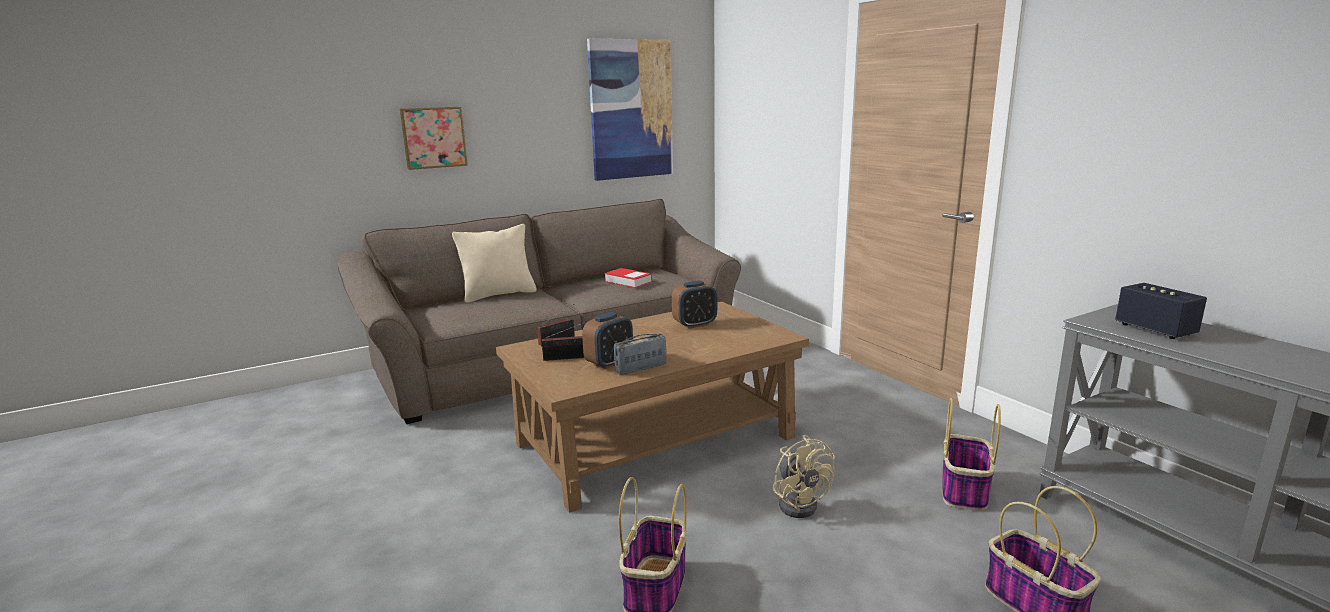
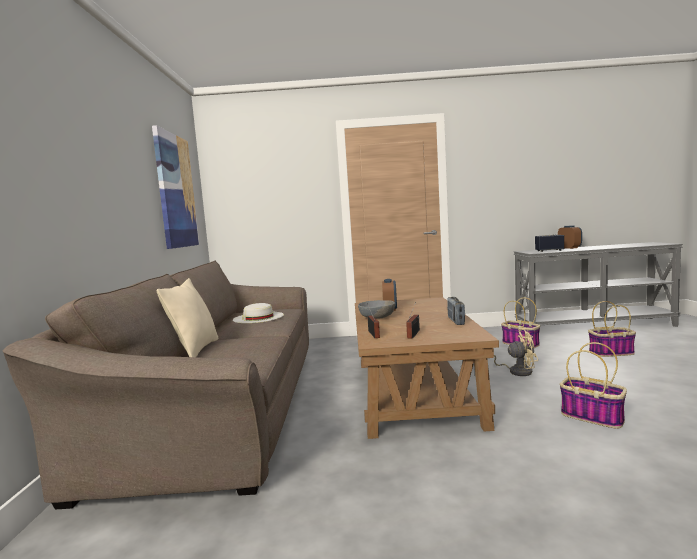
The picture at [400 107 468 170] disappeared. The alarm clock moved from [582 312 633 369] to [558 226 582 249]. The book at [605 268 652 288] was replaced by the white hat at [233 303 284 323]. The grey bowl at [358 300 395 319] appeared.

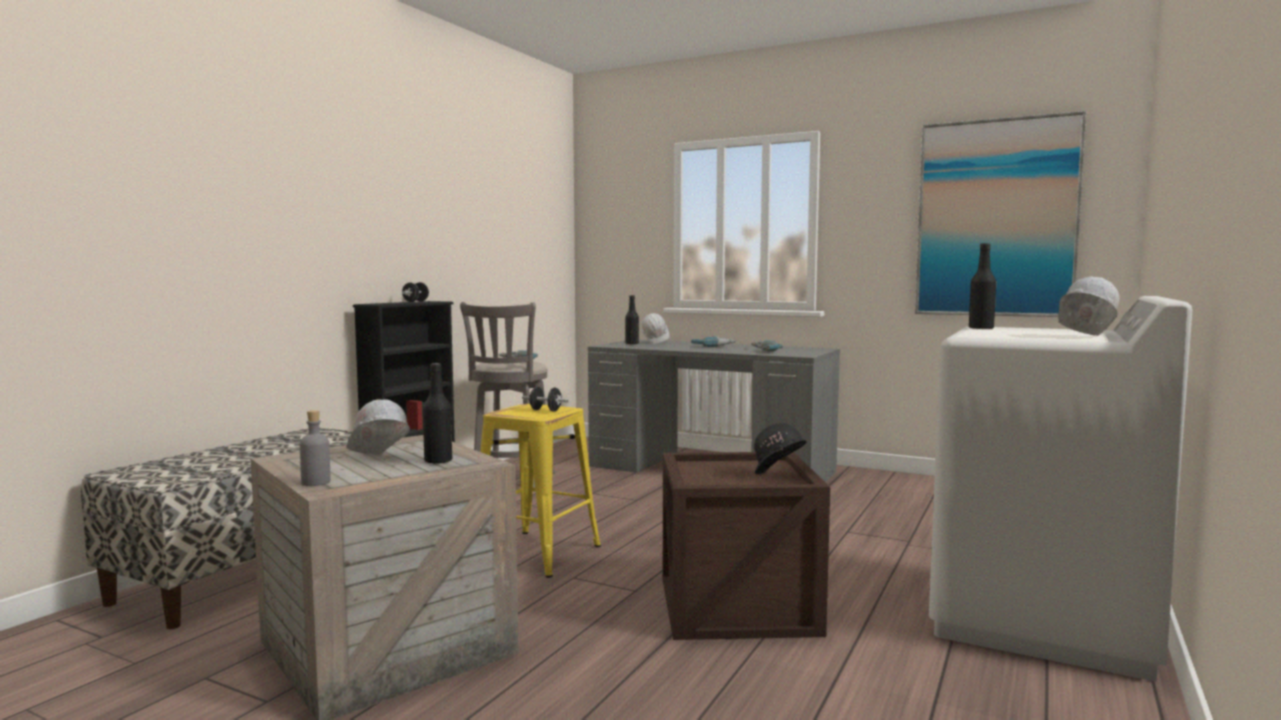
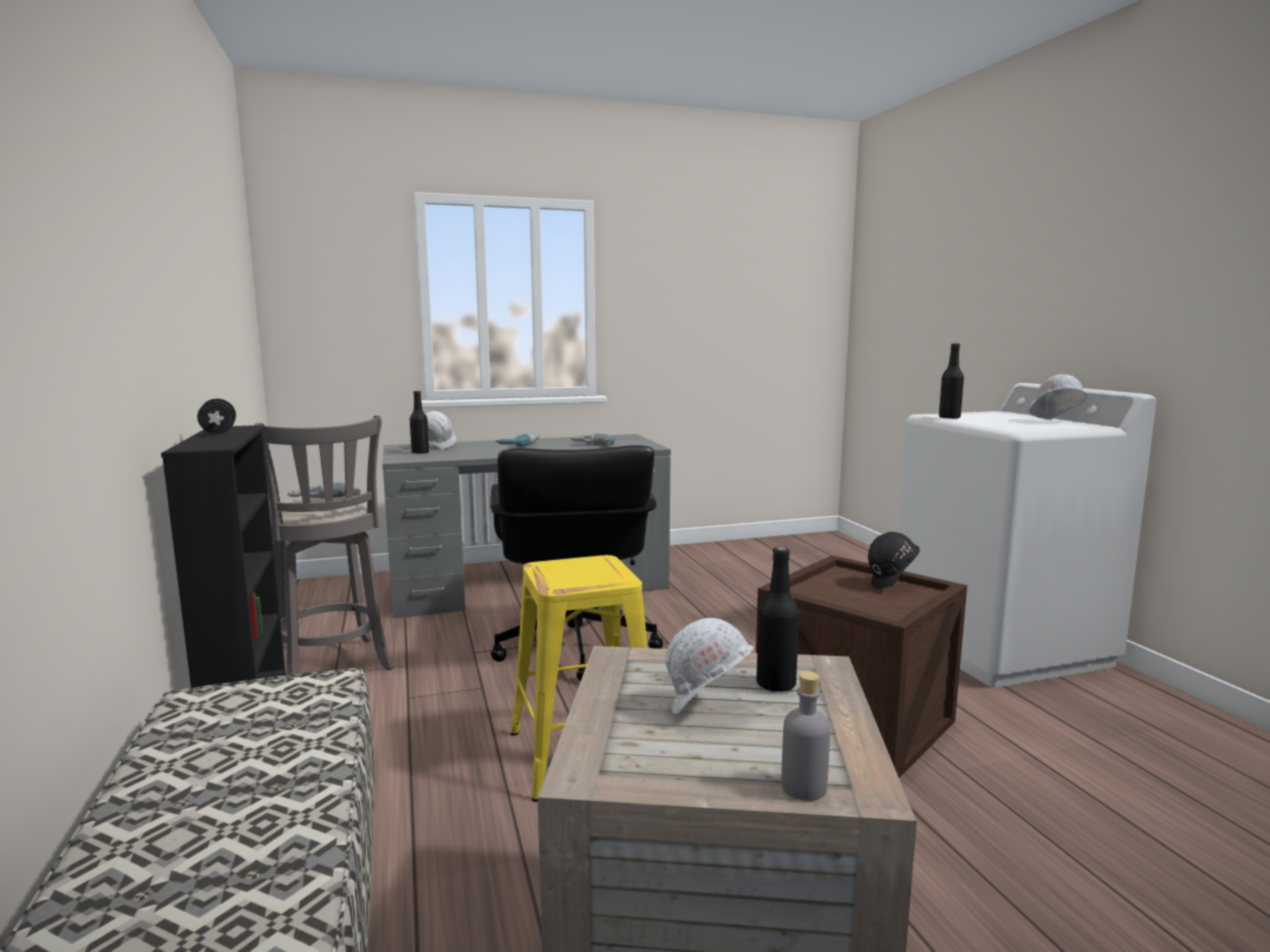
The black dumbbell at [522 386 569 412] disappeared. The picture at [915 111 1086 317] disappeared. The black office chair at [490 445 663 681] appeared.

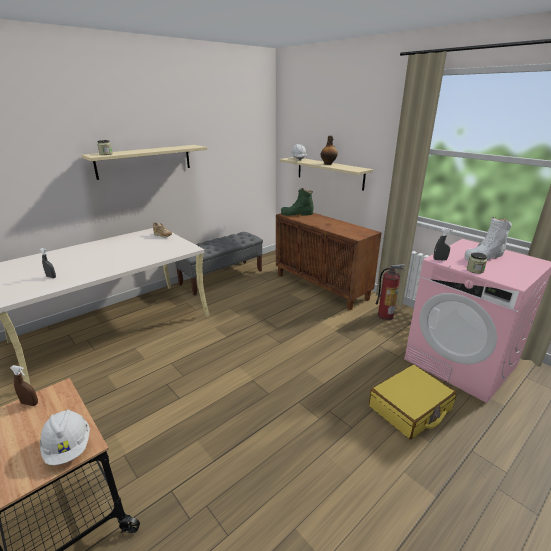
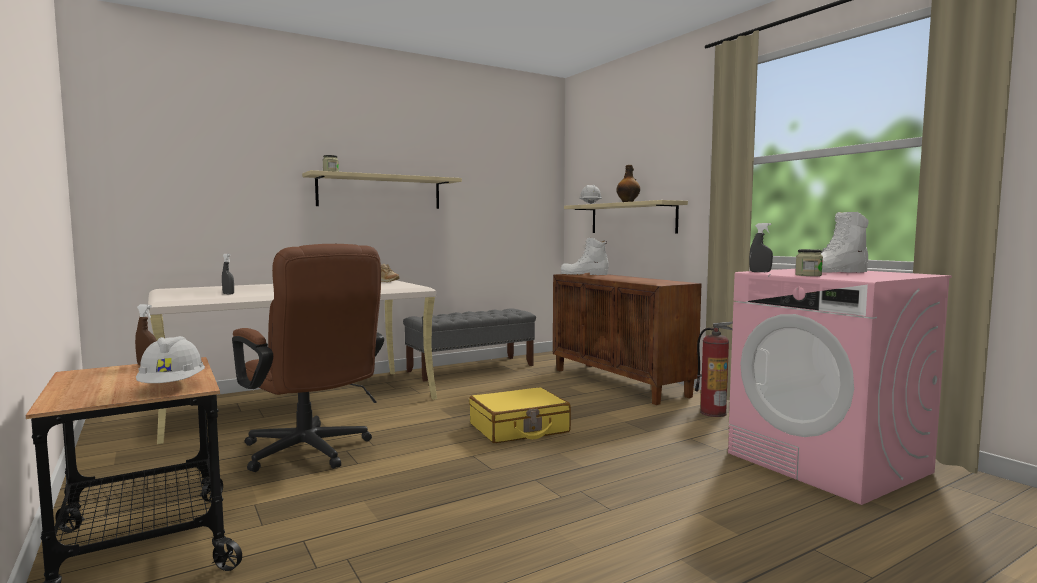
The green boot at [281 188 314 216] became the white boot at [561 238 609 275]. The yellow suitcase moved from [369 364 457 439] to [469 387 571 443]. The brown office chair at [232 244 384 472] appeared.

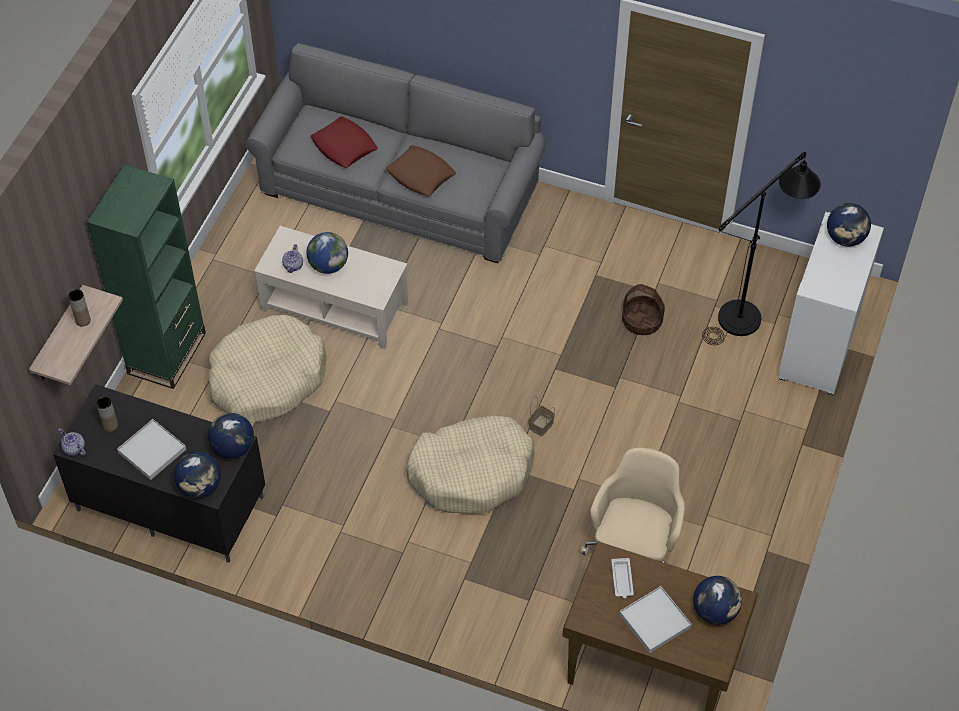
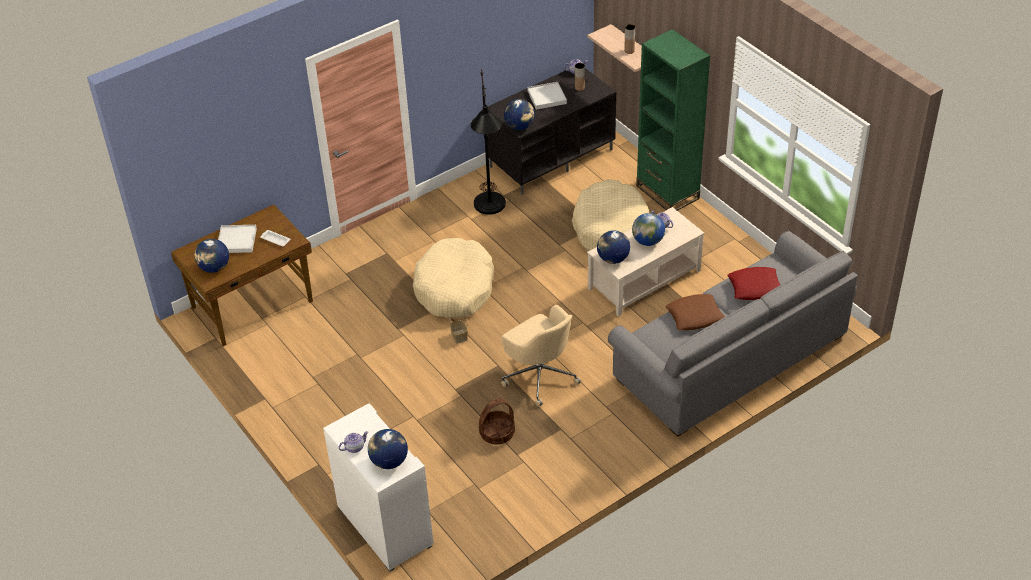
The globe moved from [174 452 221 498] to [597 230 630 264]. The beige office chair moved from [580 448 685 563] to [501 305 581 407]. The black floor lamp moved from [702 152 821 345] to [470 69 506 215]. The teapot at [339 431 368 453] appeared.

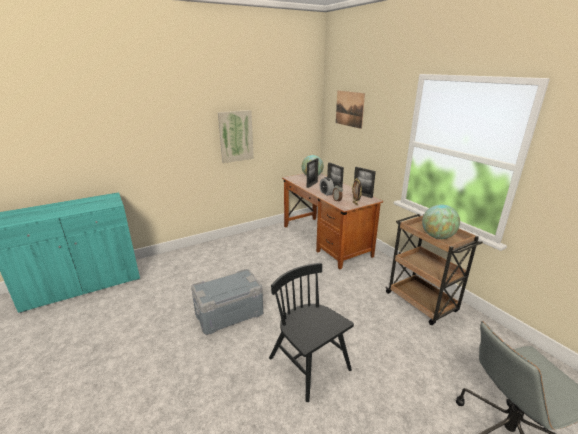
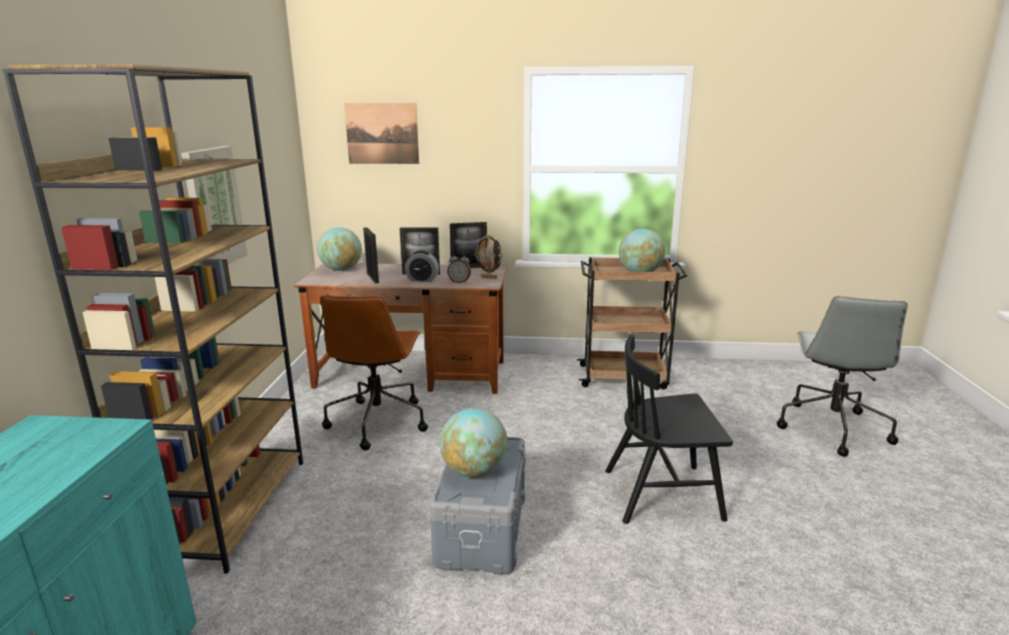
The brown bookcase at [3 64 303 574] appeared. The brown office chair at [320 296 428 450] appeared. The globe at [440 408 508 478] appeared.

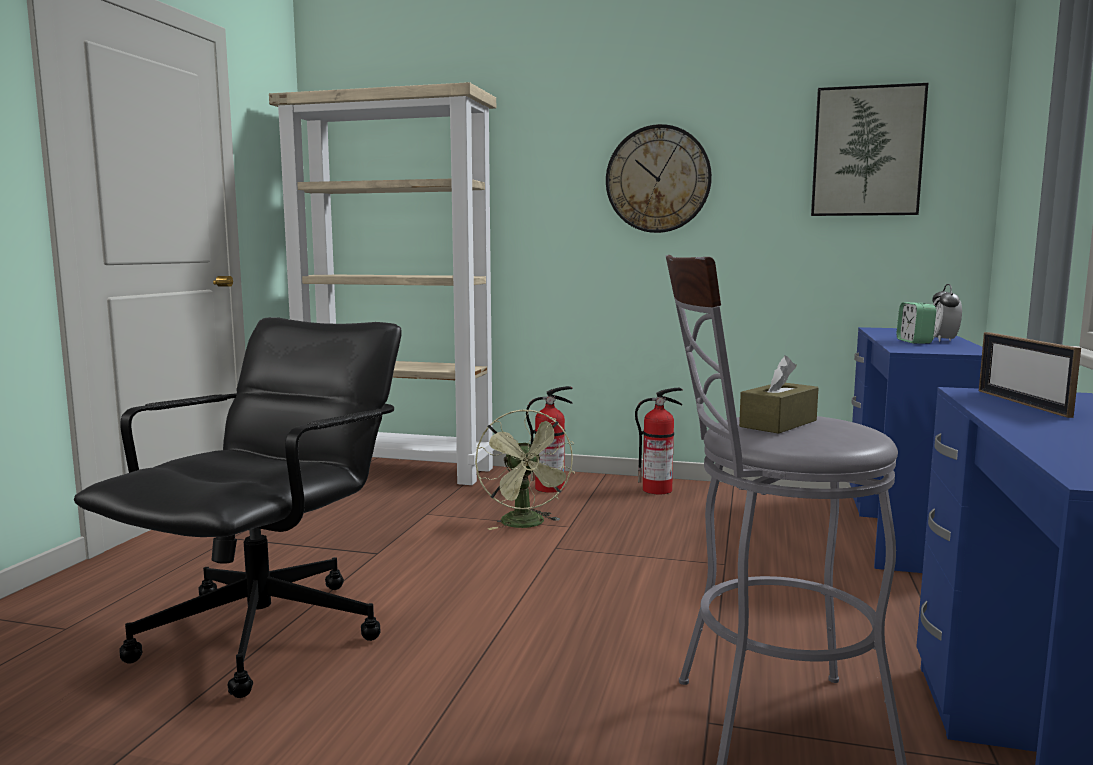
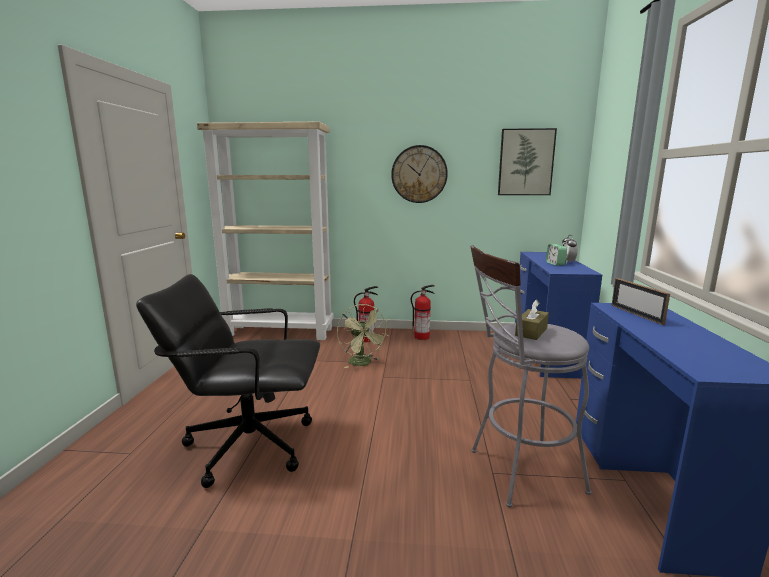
The black office chair at [74 317 402 698] turned 105 degrees counterclockwise.

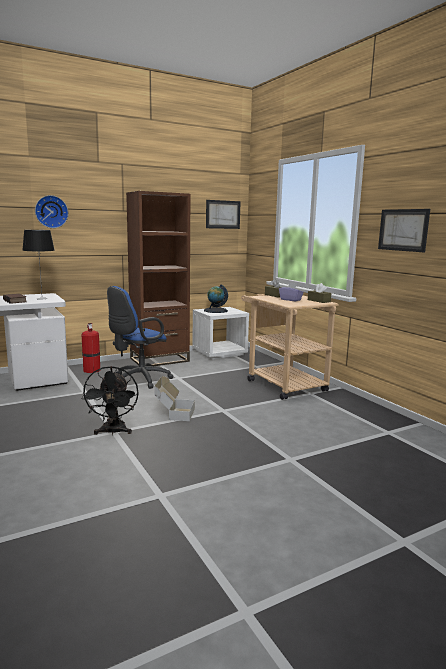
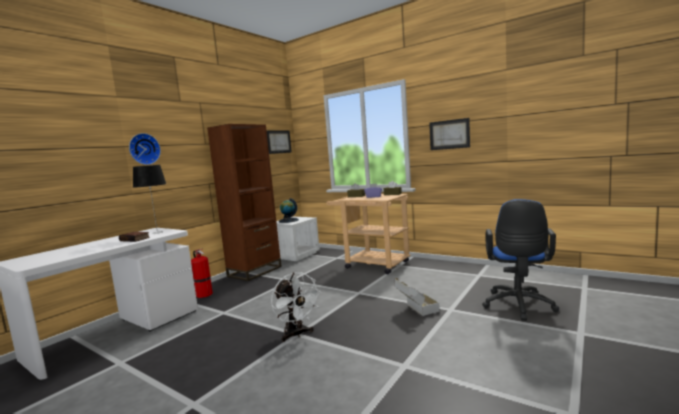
The black fan at [81 366 139 435] became the white fan at [271 272 322 342]. The blue office chair moved from [107 286 173 389] to [482 199 559 321]. The cardboard box moved from [154 376 195 421] to [394 278 439 316].

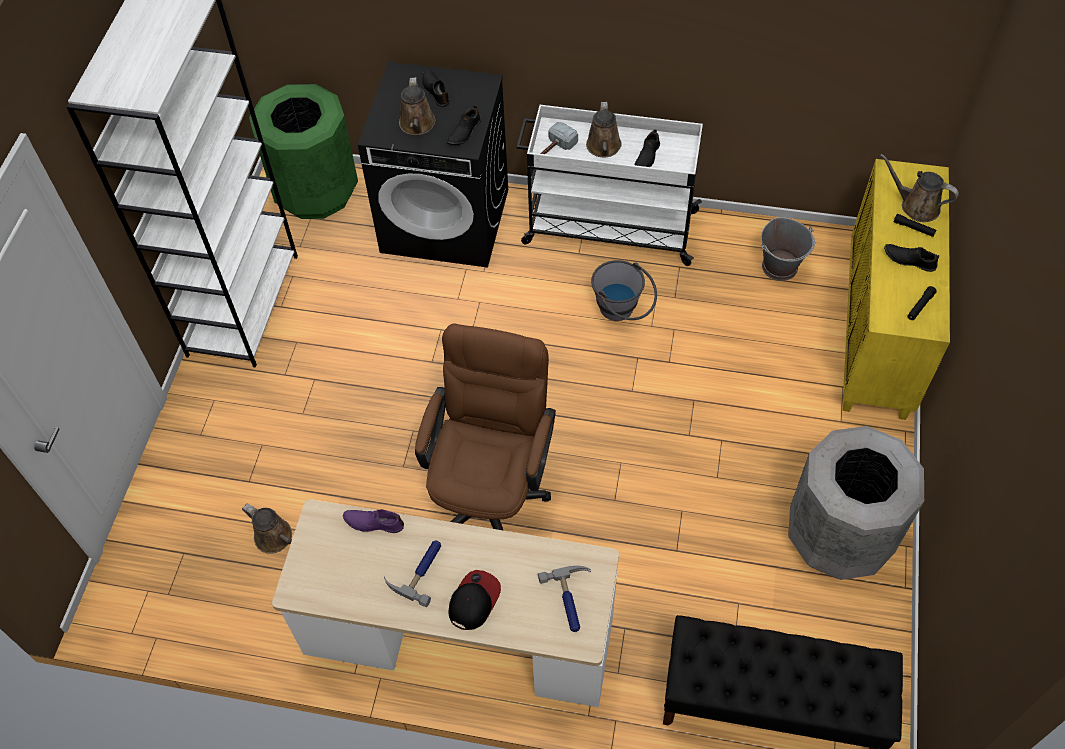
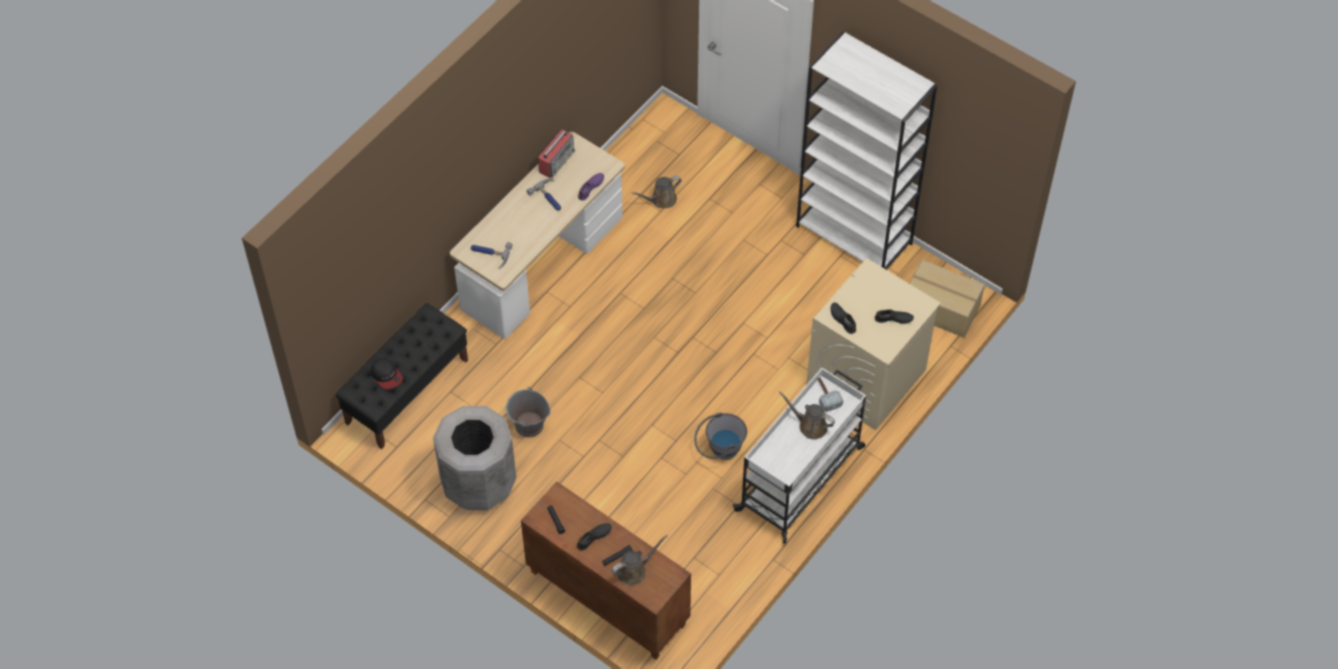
The green trash can at [249 84 358 219] was replaced by the cardboard box at [909 260 985 338]. The black washing machine at [358 62 508 268] became the beige washing machine at [806 258 941 430]. The brown watering can at [399 77 436 135] disappeared. The brown office chair at [415 323 556 531] disappeared. The cap moved from [448 570 501 630] to [371 358 403 390]. The black shoe at [635 129 660 167] disappeared. The grey bucket moved from [761 217 815 281] to [506 387 551 438]. The yellow cabinet at [843 159 950 420] became the brown cabinet at [521 481 691 660]. The radio at [538 130 575 178] appeared.

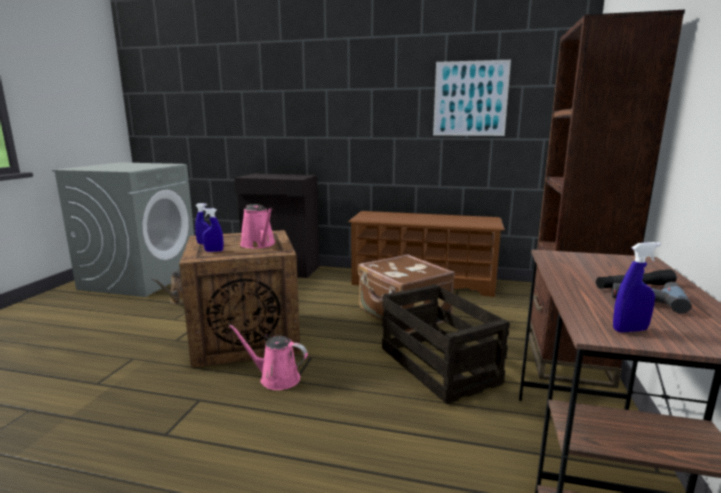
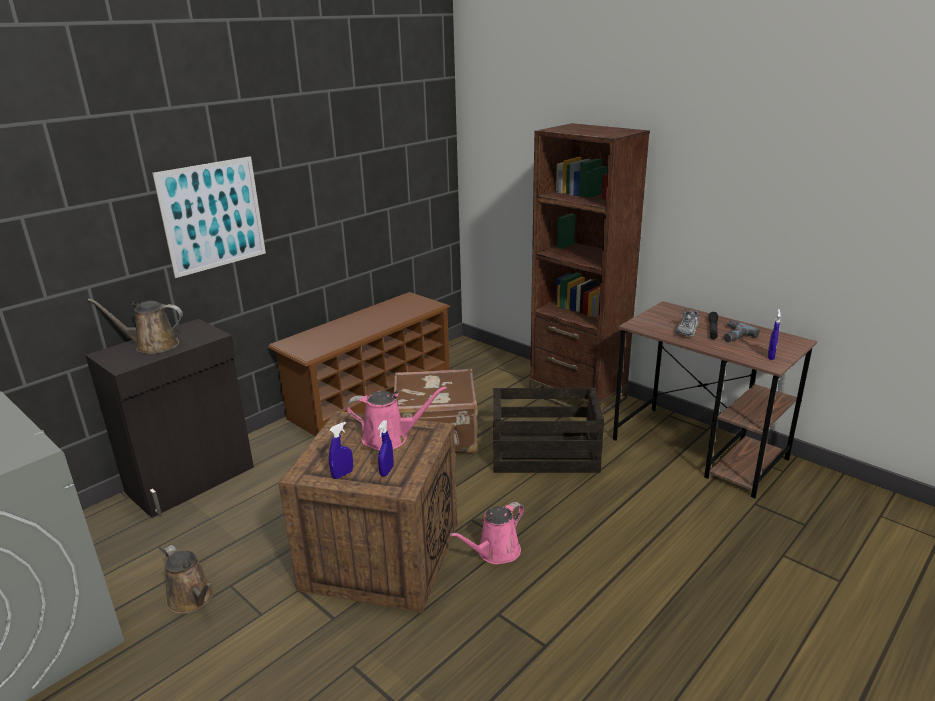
The picture moved from [433 60 511 136] to [152 156 266 278]. The brown watering can at [88 299 183 354] appeared. The shoe at [675 308 700 336] appeared.

